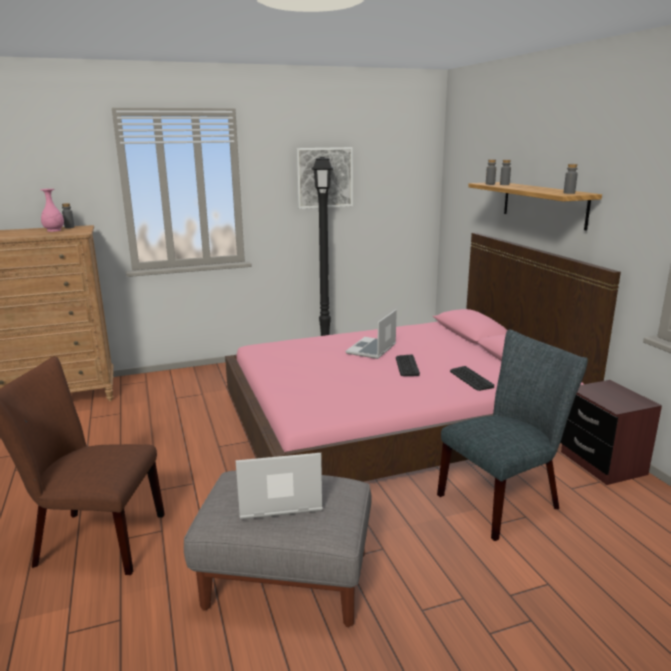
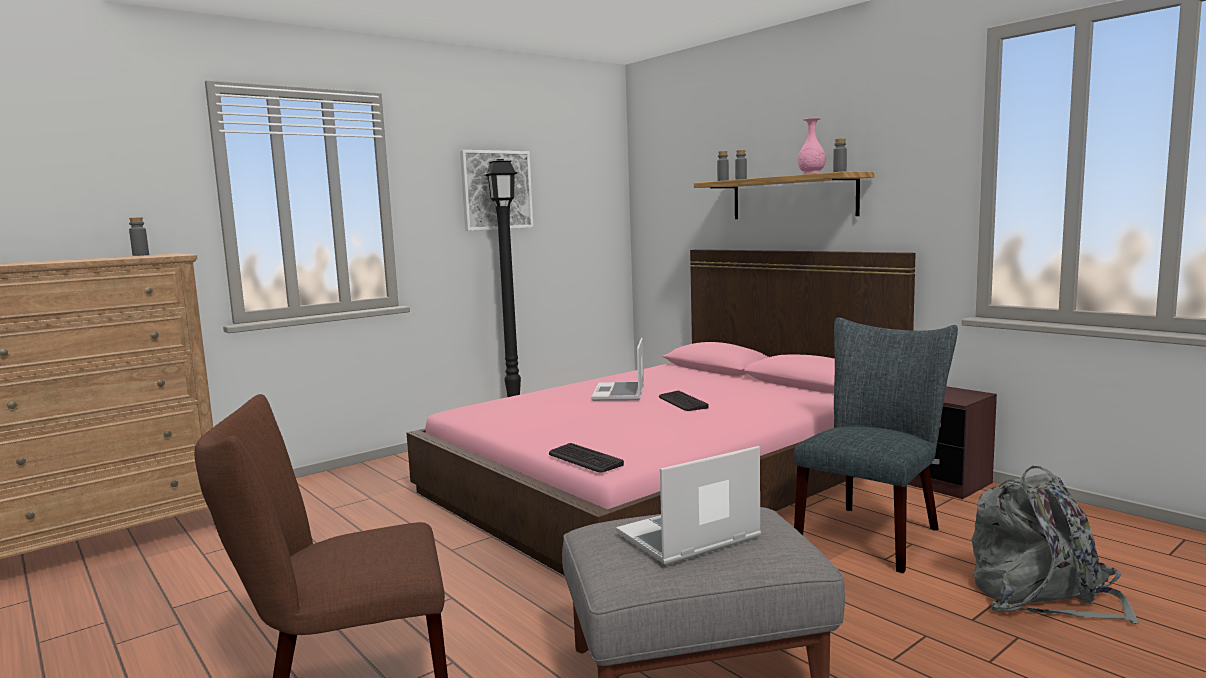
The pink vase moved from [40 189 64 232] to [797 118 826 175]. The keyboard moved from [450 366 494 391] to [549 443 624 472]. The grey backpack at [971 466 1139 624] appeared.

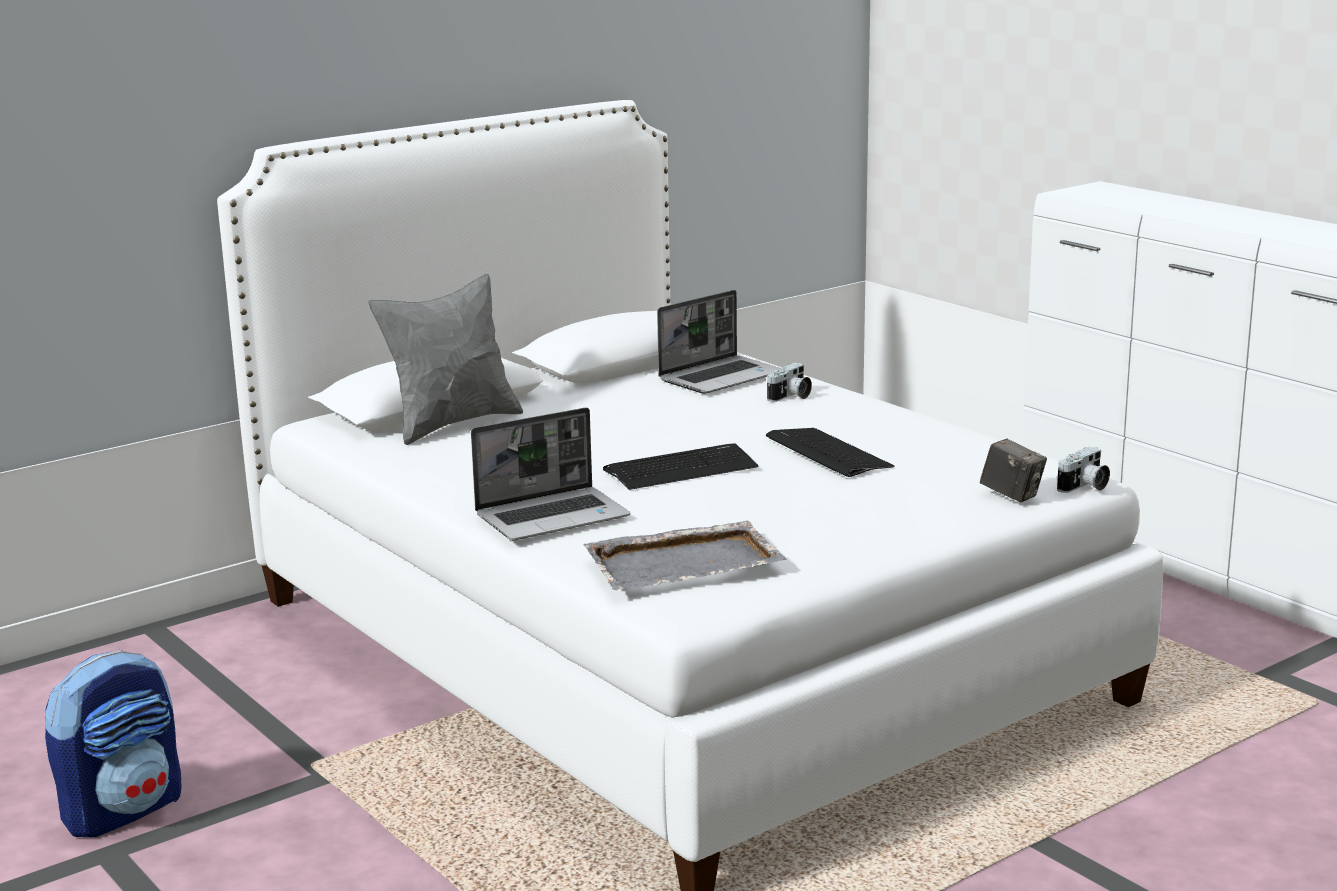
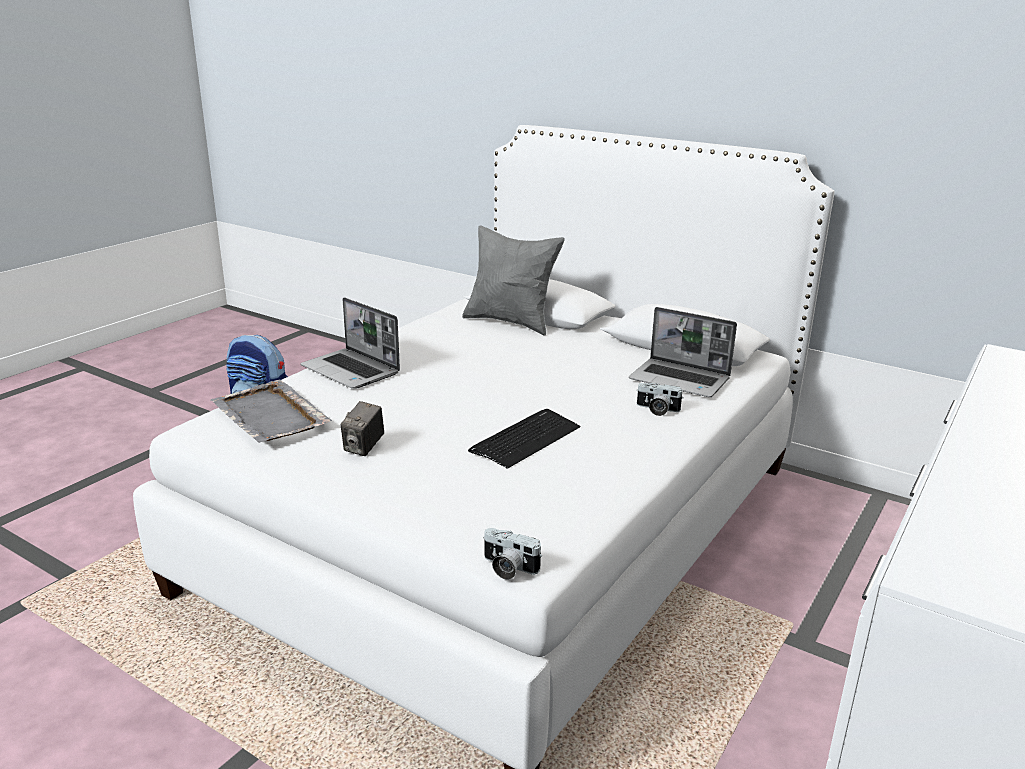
The keyboard at [603 443 759 490] disappeared. The photo camera moved from [980 438 1047 502] to [341 401 384 456].

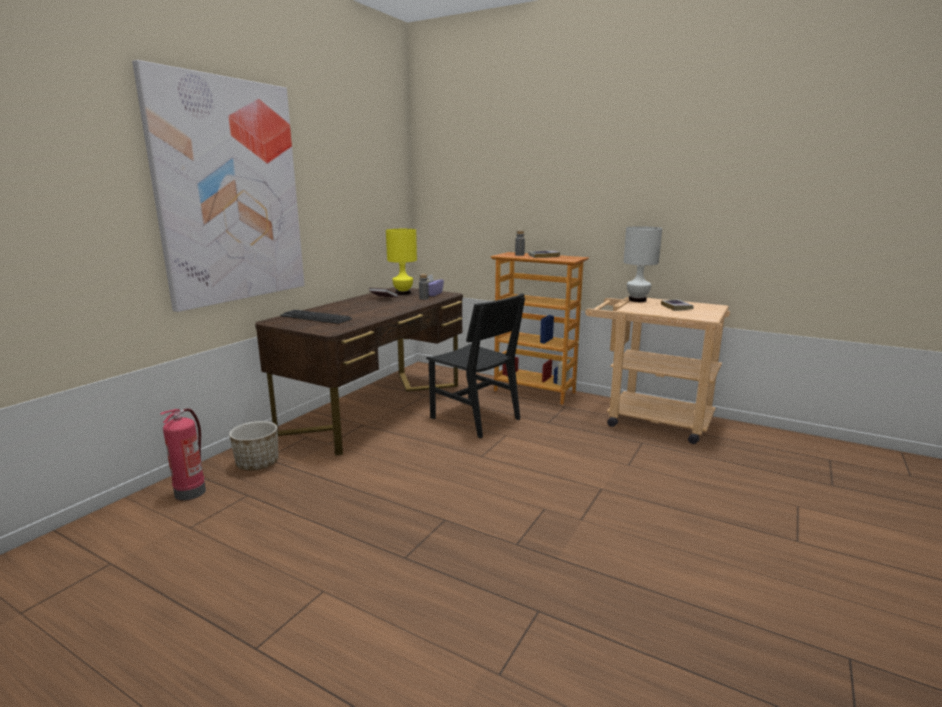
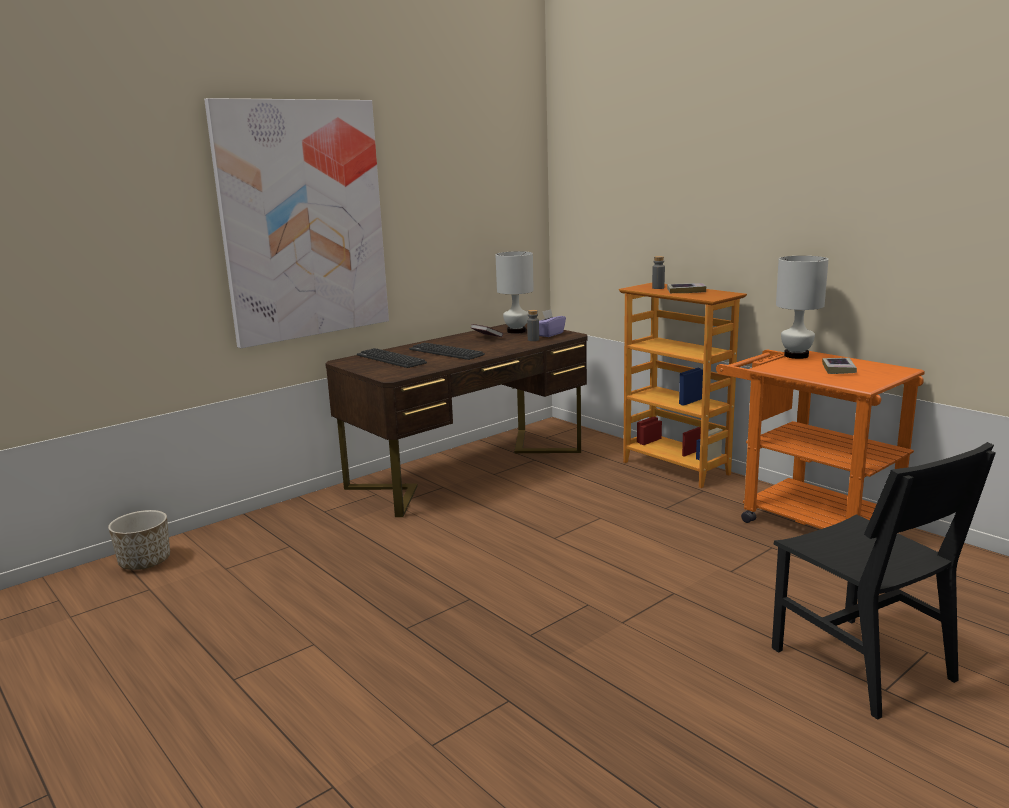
The fire extinguisher at [160 408 206 501] disappeared. The planter moved from [229 421 279 470] to [108 510 170 570]. The yellow table lamp at [386 229 417 295] became the white table lamp at [495 251 534 334]. The black chair moved from [426 293 525 438] to [772 442 996 720]. The beige cart at [585 297 730 444] became the orange cart at [716 350 925 529]. The keyboard at [409 342 485 360] appeared.

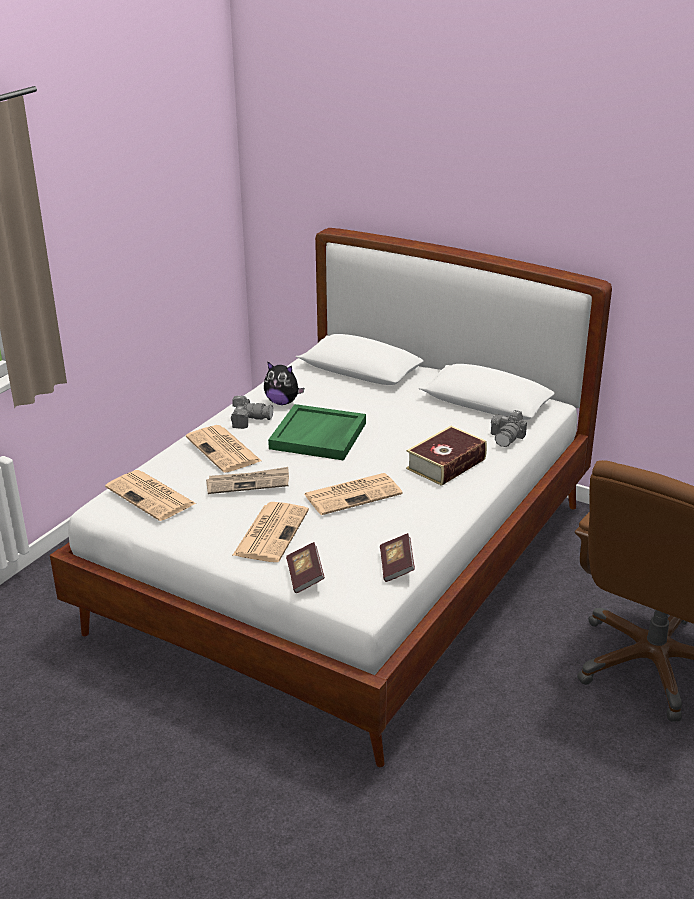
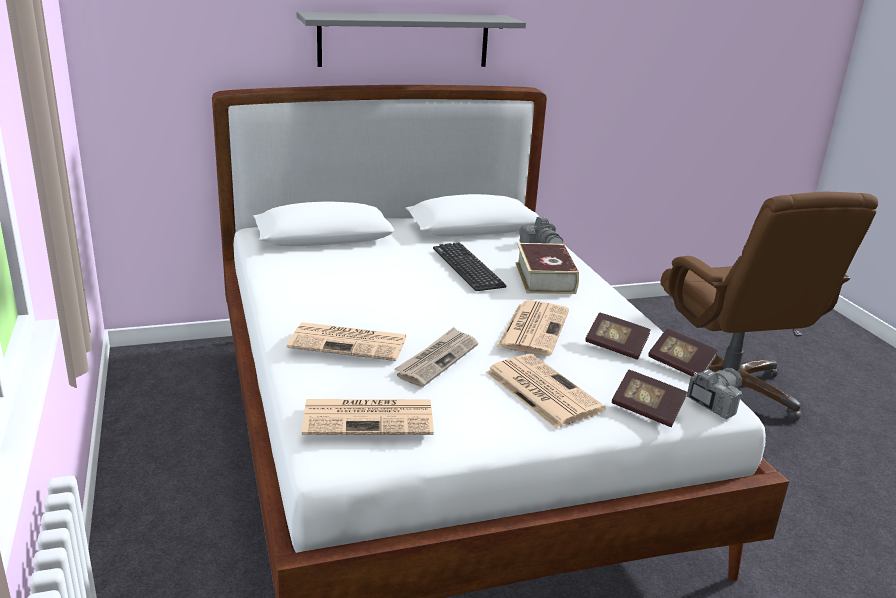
The photo camera moved from [231 396 273 429] to [687 368 742 419]. The plush toy at [264 361 304 405] disappeared. The green tray at [268 404 366 461] disappeared. The grey shelf at [297 12 526 67] appeared. The keyboard at [433 242 507 291] appeared. The book at [585 312 651 360] appeared.

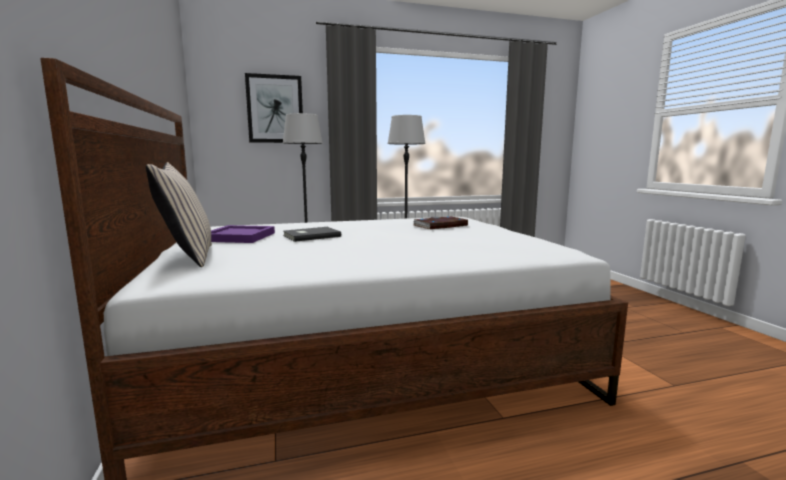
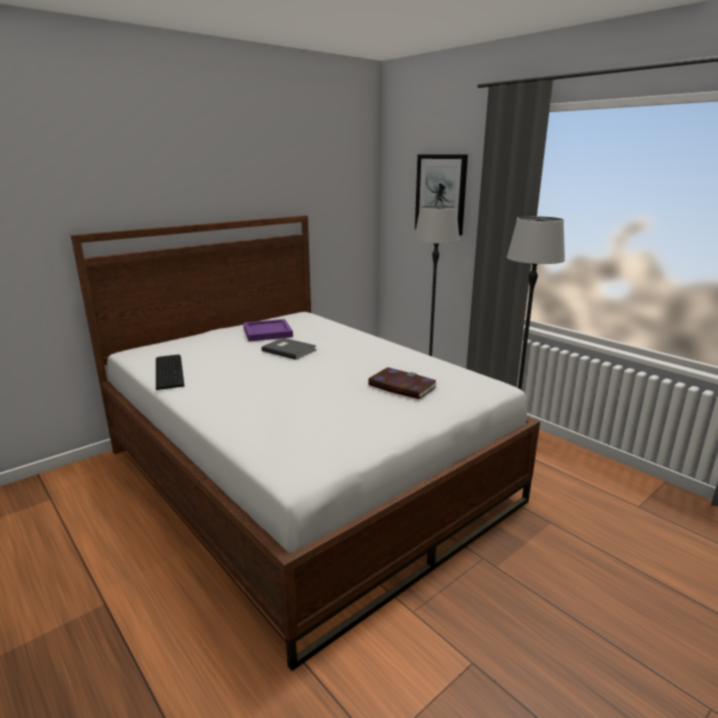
The beige pillow at [146 162 212 267] disappeared. The keyboard at [156 355 184 390] appeared.

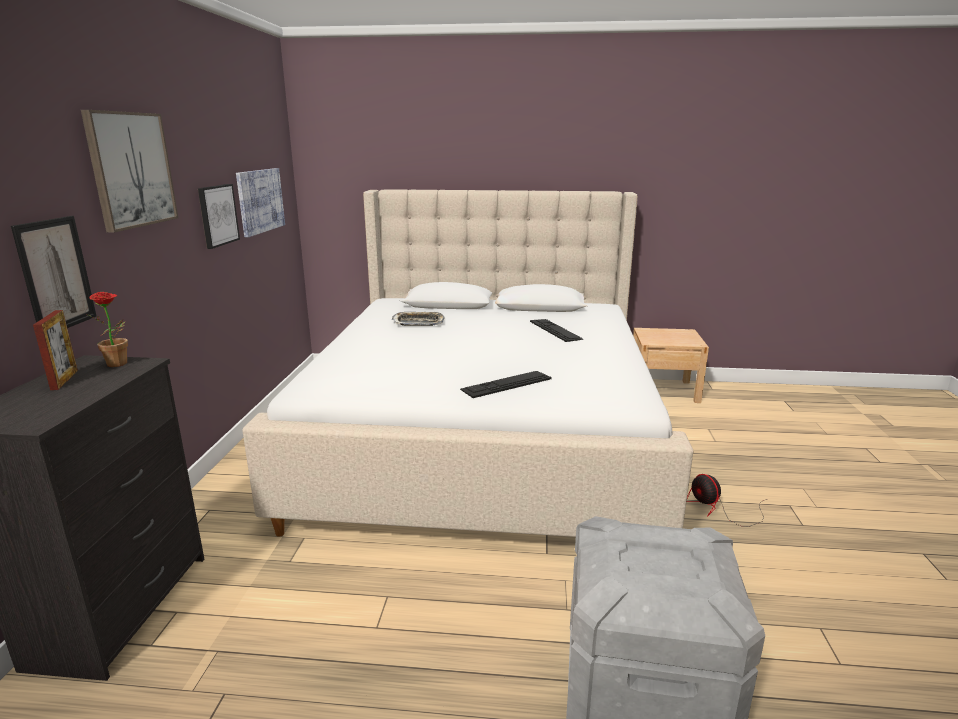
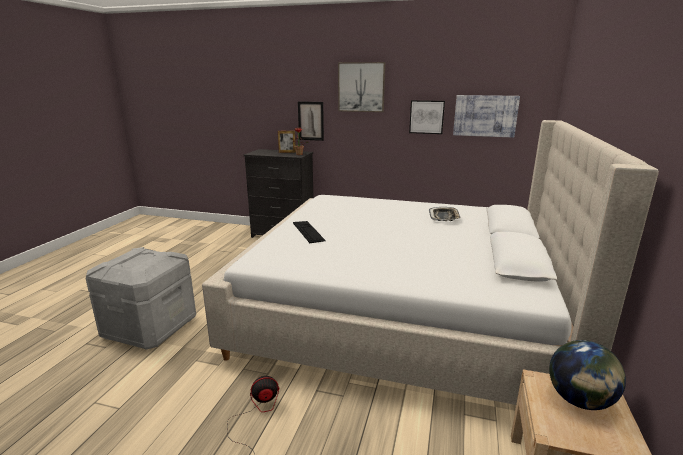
The keyboard at [530 319 584 342] disappeared. The globe at [549 340 626 410] appeared.

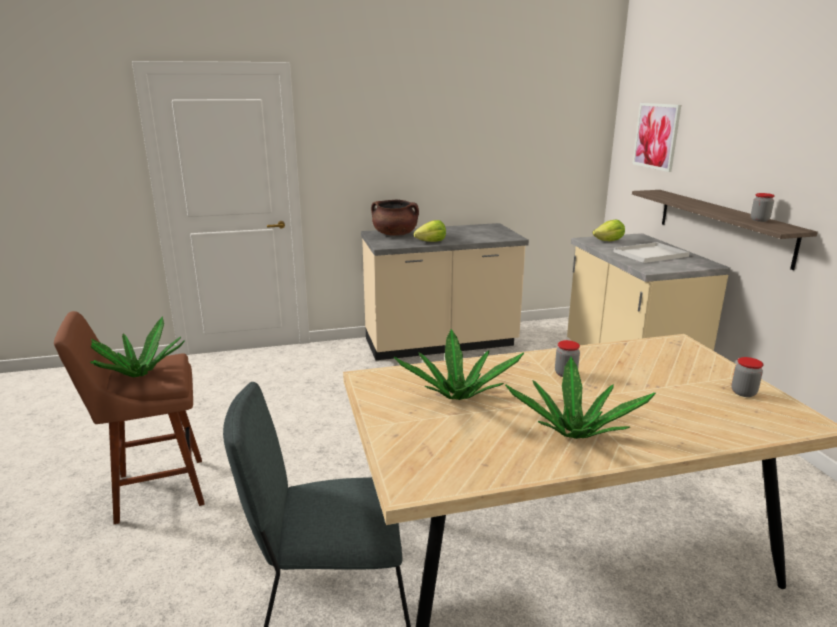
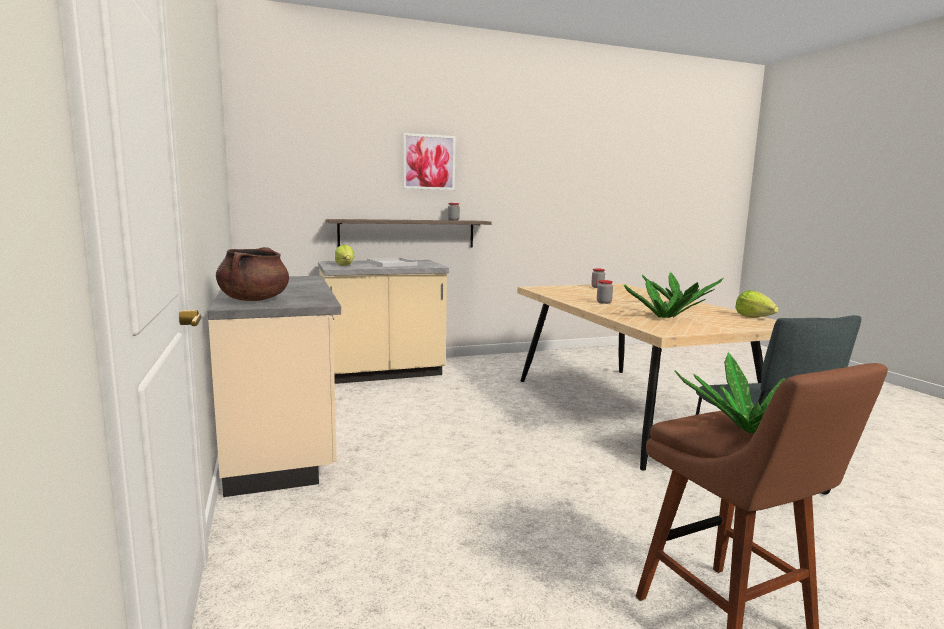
The lettuce moved from [414 220 446 242] to [735 290 779 317]. The picture moved from [633 103 681 172] to [403 133 455 190].

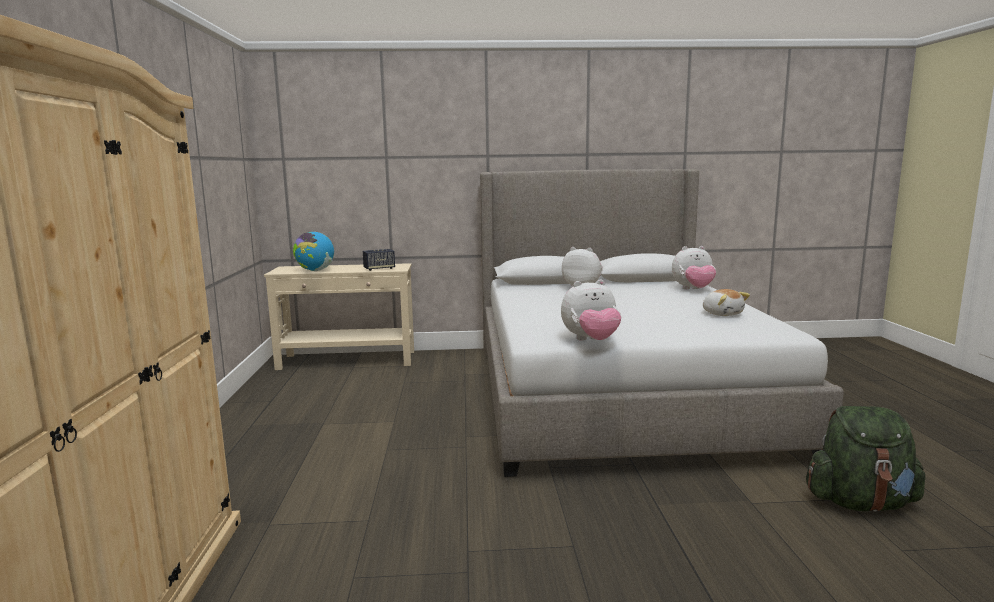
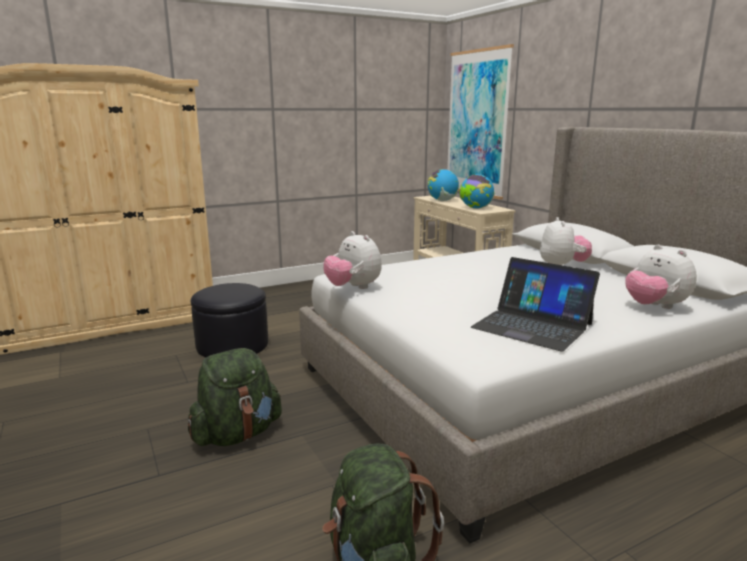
The speaker at [363 249 395 271] was replaced by the globe at [460 174 495 209]. The plush toy at [703 289 750 316] was replaced by the laptop at [471 257 600 352]. The green backpack at [188 348 282 446] appeared. The black ottoman at [191 283 268 357] appeared. The picture at [447 44 514 200] appeared.

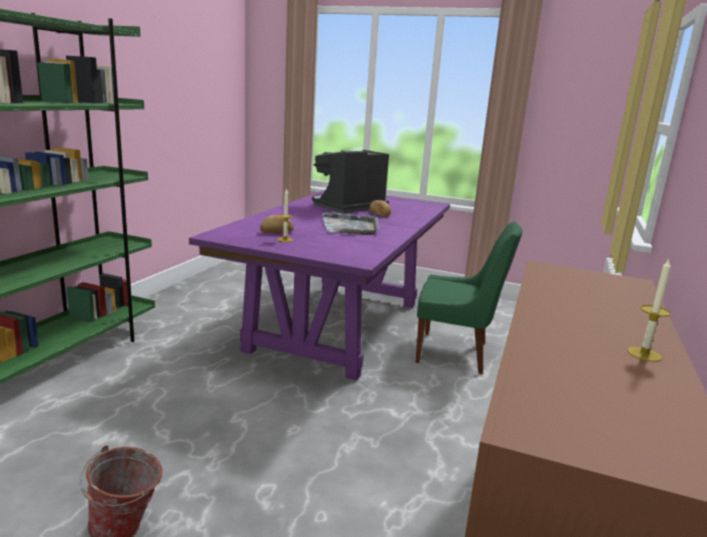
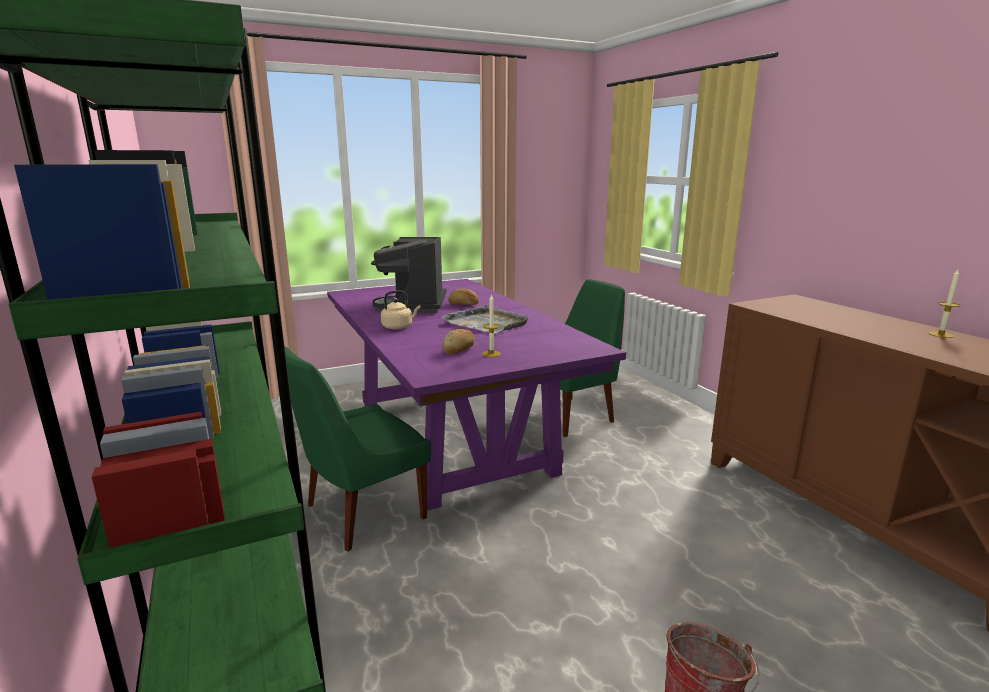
The green chair at [285 346 431 552] appeared. The beige kettle at [381 290 421 329] appeared.

